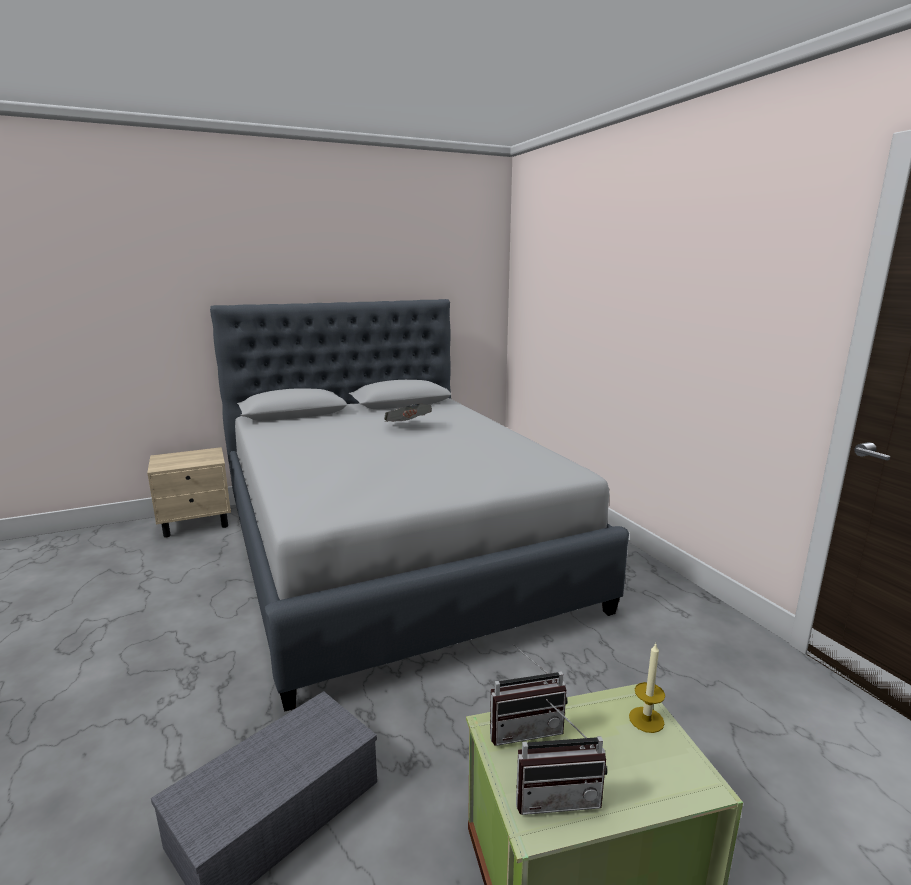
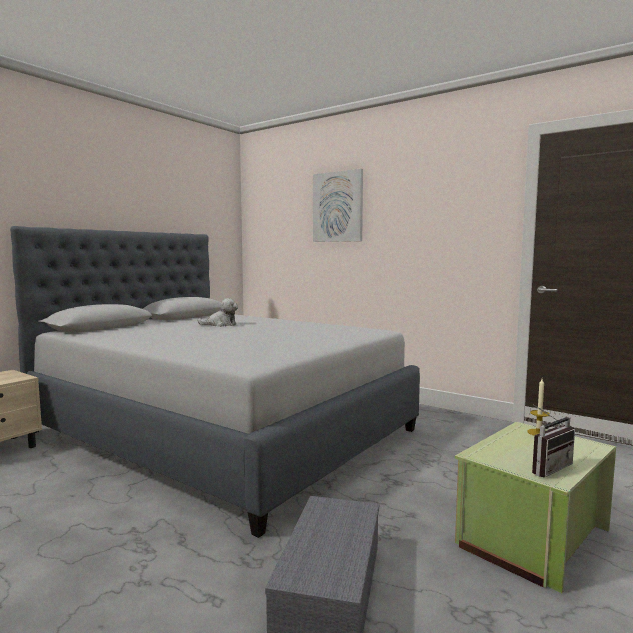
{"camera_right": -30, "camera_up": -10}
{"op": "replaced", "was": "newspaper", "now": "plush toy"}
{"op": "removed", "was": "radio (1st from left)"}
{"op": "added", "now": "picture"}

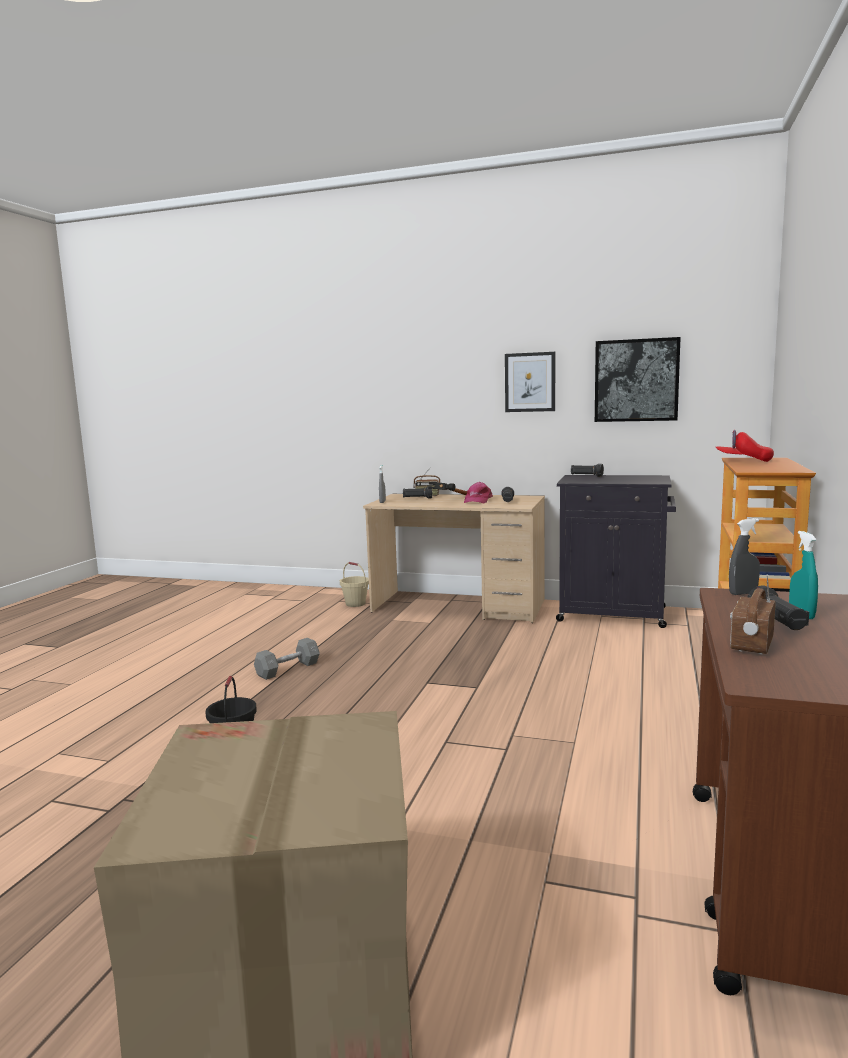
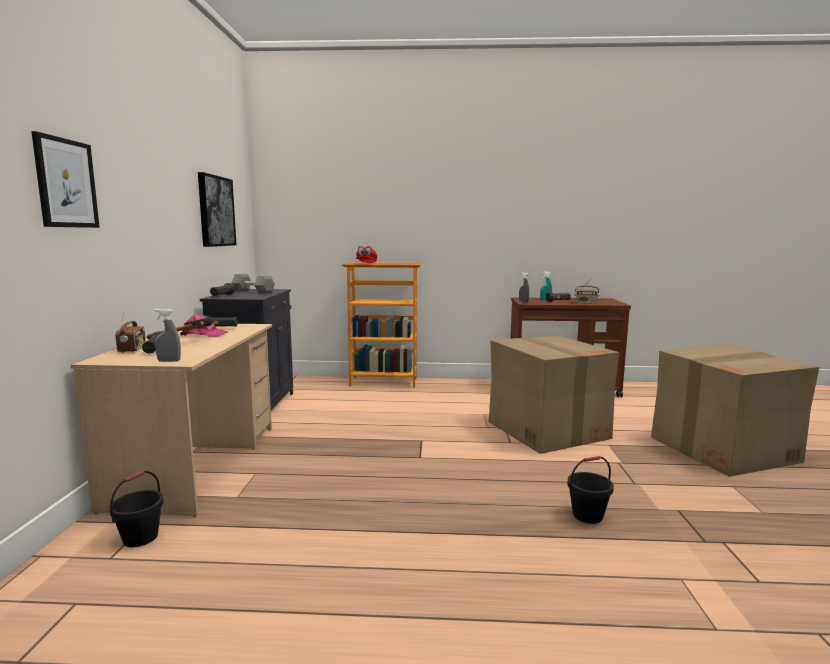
{"camera_right": -105, "camera_up": 0}
{"op": "moved", "was": "picture (1st from left)"}
{"op": "recoloured", "was": "beige bucket", "now": "black bucket (1st from left)"}
{"op": "moved", "was": "grey dumbbell"}
{"op": "added", "now": "cardboard box (1st from left)"}

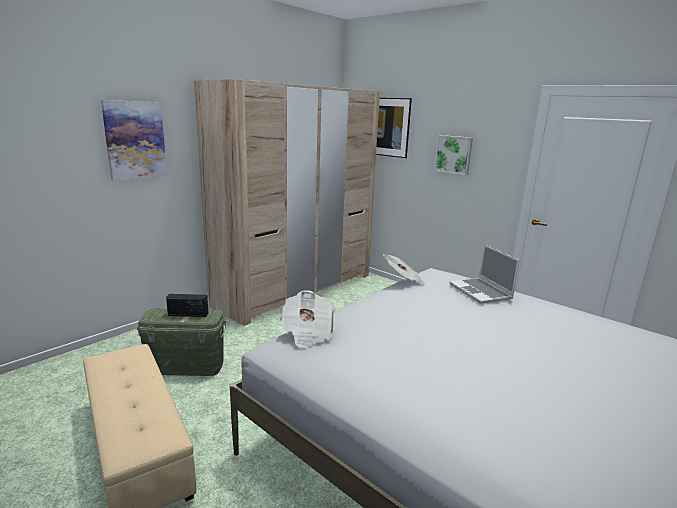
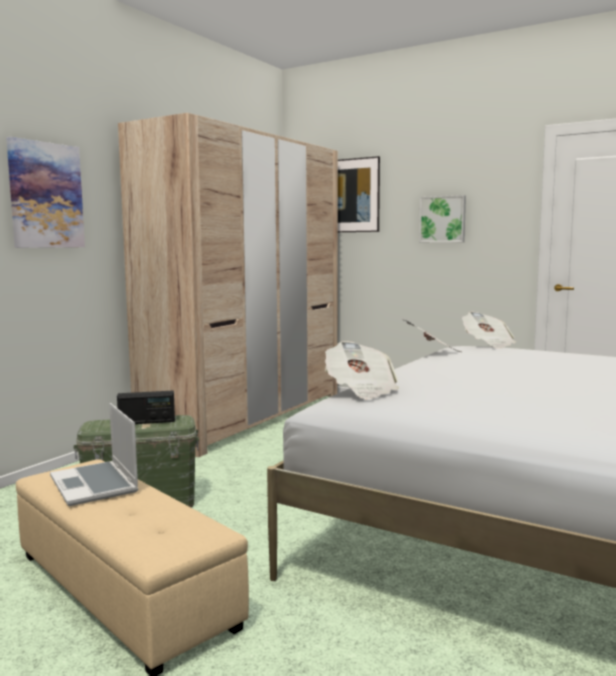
{"camera_right": -10, "camera_up": -10}
{"op": "moved", "was": "laptop"}
{"op": "added", "now": "newspaper (3rd from left)"}

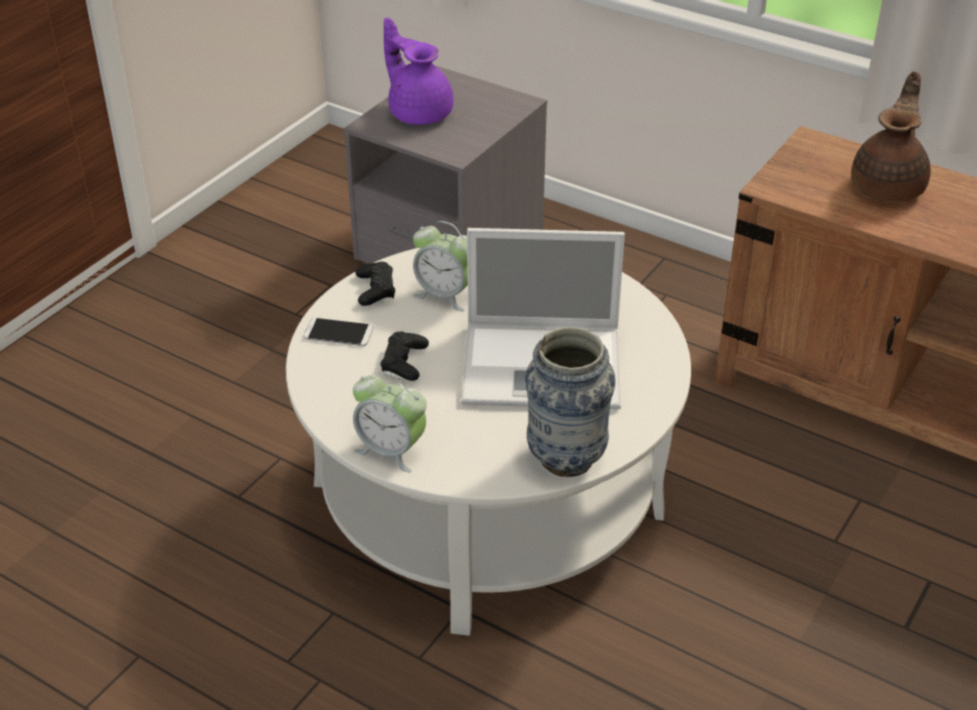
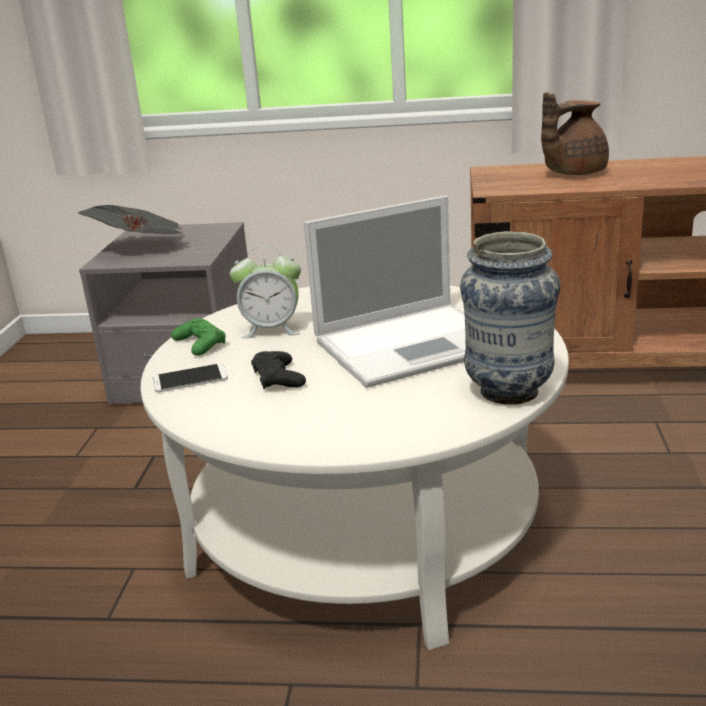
{"camera_right": -25, "camera_up": -15}
{"op": "replaced", "was": "purple teapot", "now": "newspaper"}
{"op": "turned", "was": "brown teapot", "clockwise": -120}
{"op": "recoloured", "was": "black game controller (1st from left)", "now": "green game controller"}
{"op": "removed", "was": "alarm clock (1st from left)"}

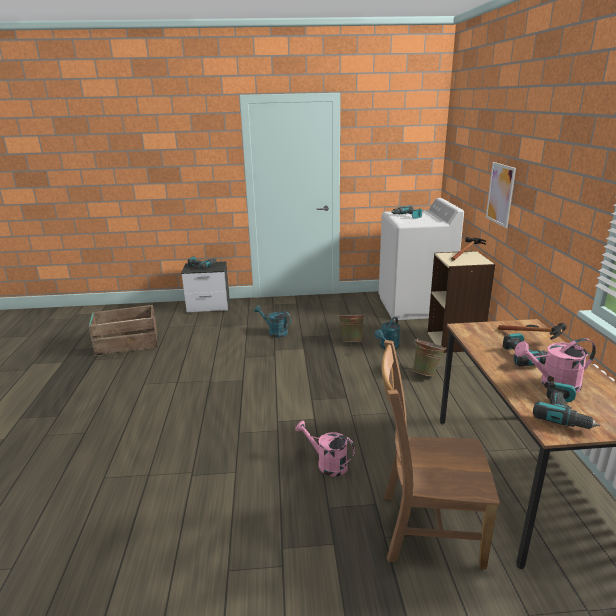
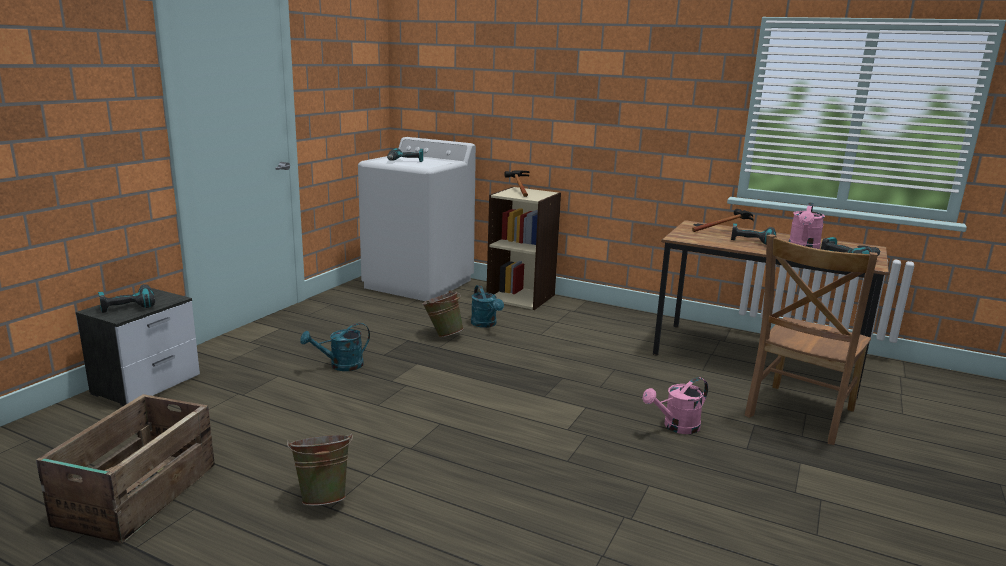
{"camera_right": -60, "camera_up": -5}
{"op": "removed", "was": "picture"}
{"op": "moved", "was": "green bucket (2nd from left in the first image)", "now": "green bucket (1st from left)"}

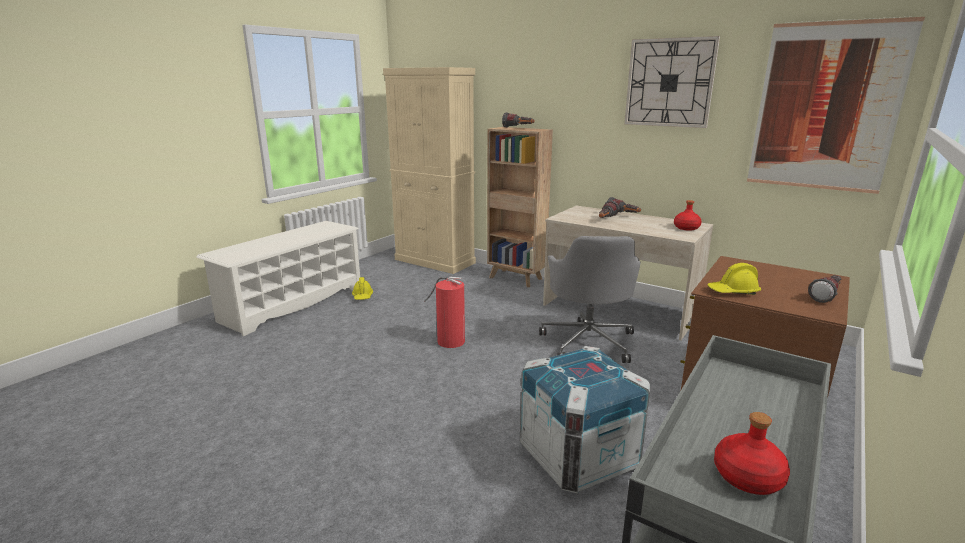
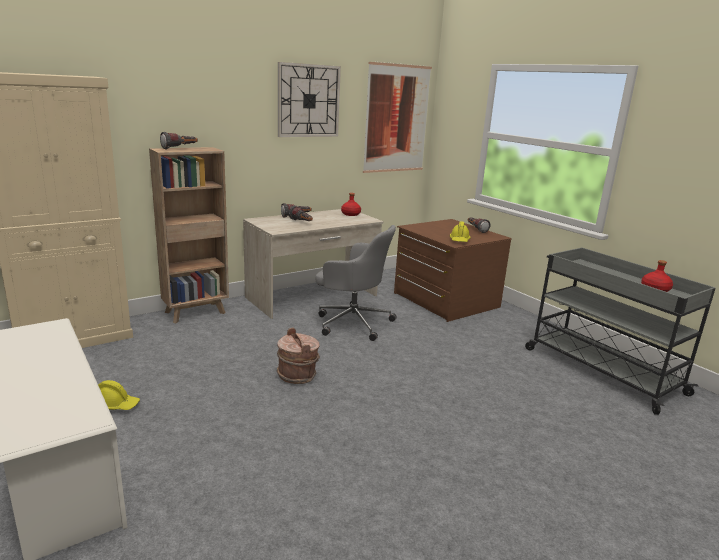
{"camera_right": -70, "camera_up": 0}
{"op": "replaced", "was": "fire extinguisher", "now": "brown bucket"}
{"op": "removed", "was": "crate"}

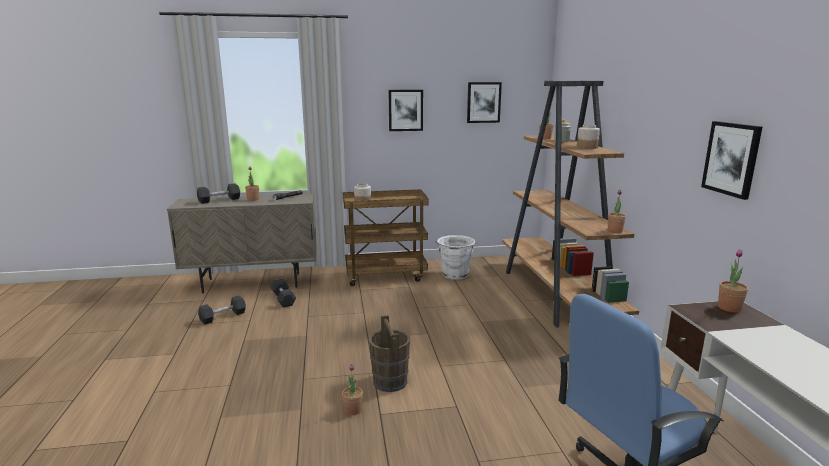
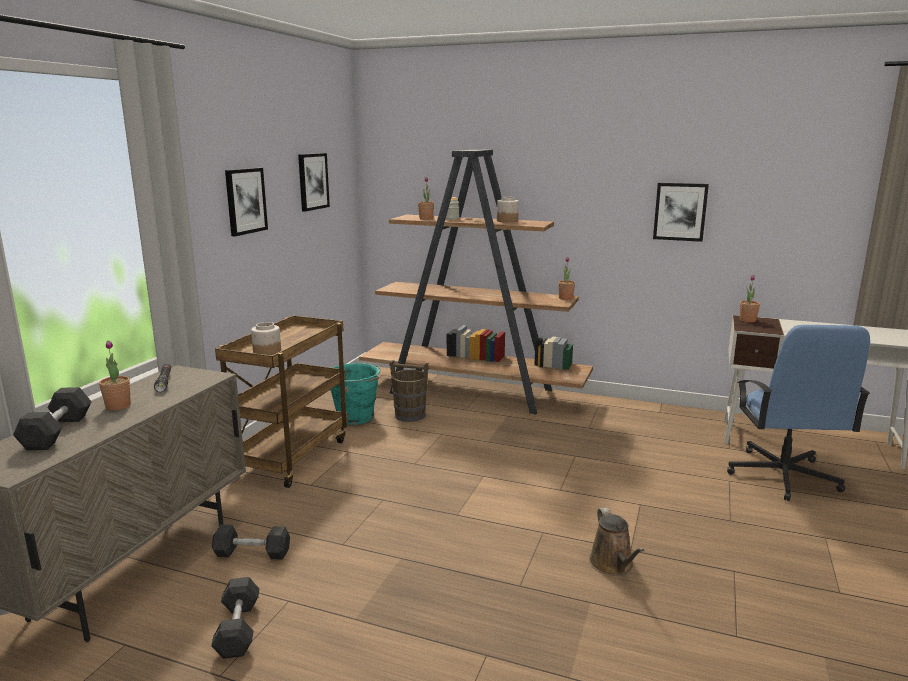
{"camera_right": -60, "camera_up": 0}
{"op": "recoloured", "was": "white bucket", "now": "turquoise bucket"}
{"op": "moved", "was": "brown bucket"}
{"op": "replaced", "was": "potted plant (2nd from left)", "now": "brown watering can"}

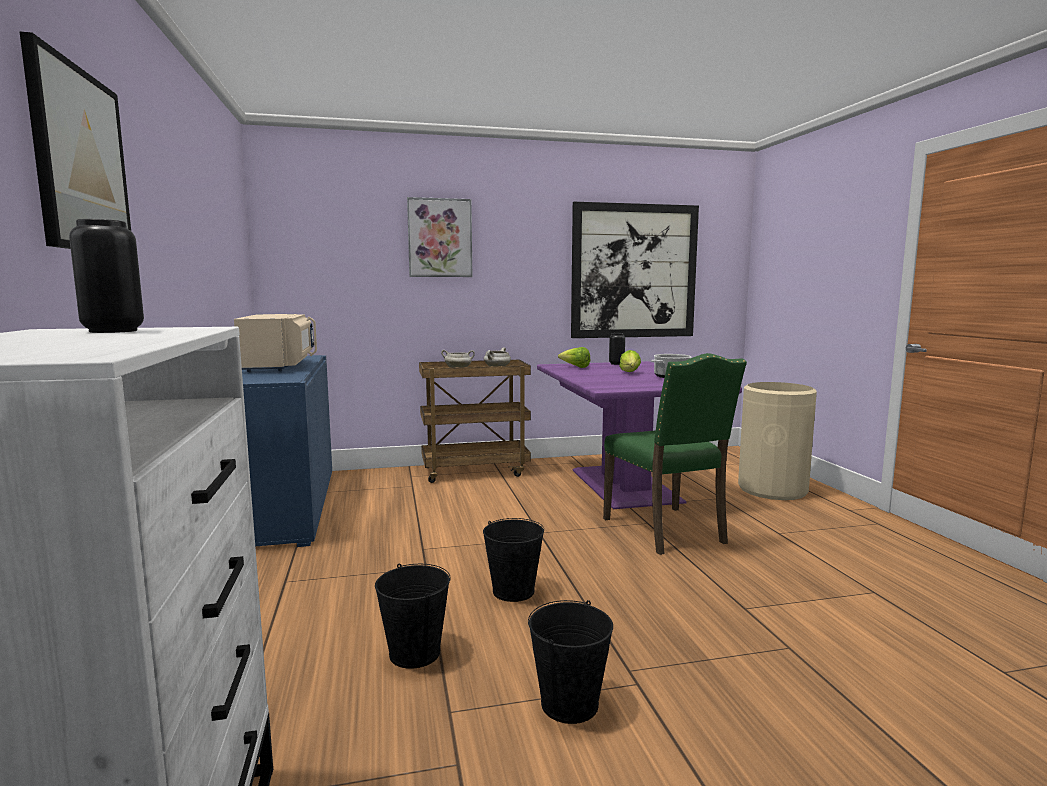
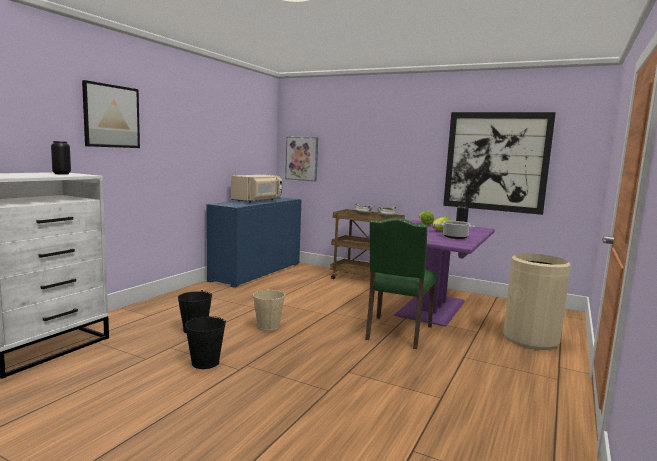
{"camera_right": 40, "camera_up": 0}
{"op": "moved", "was": "picture (2nd from left)"}
{"op": "recoloured", "was": "black bucket (2nd from left)", "now": "beige bucket"}

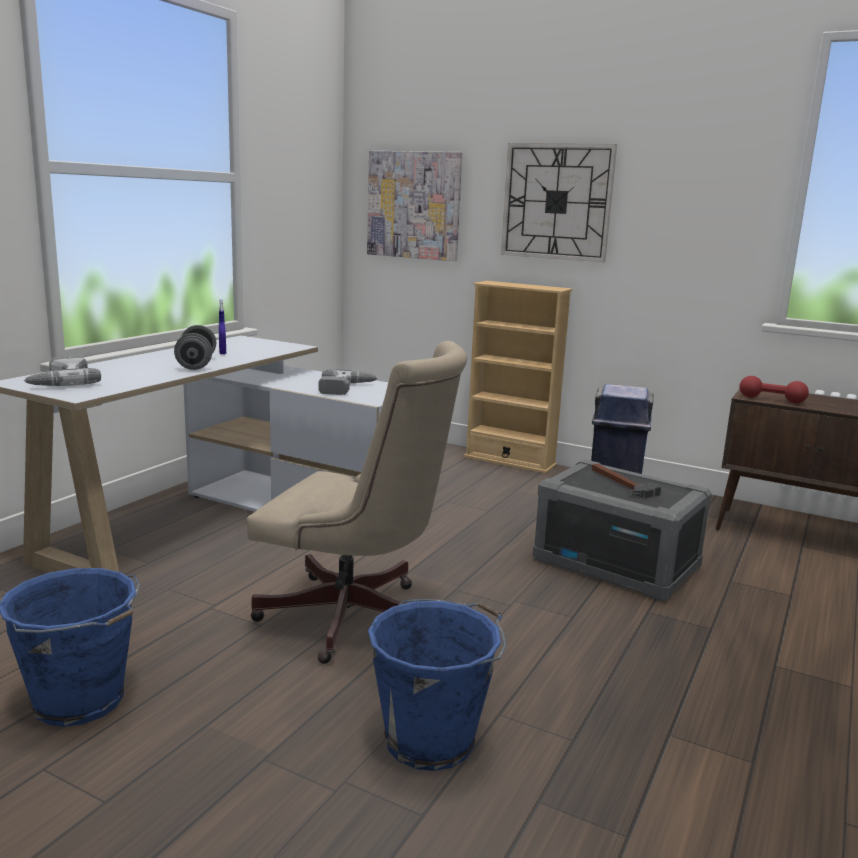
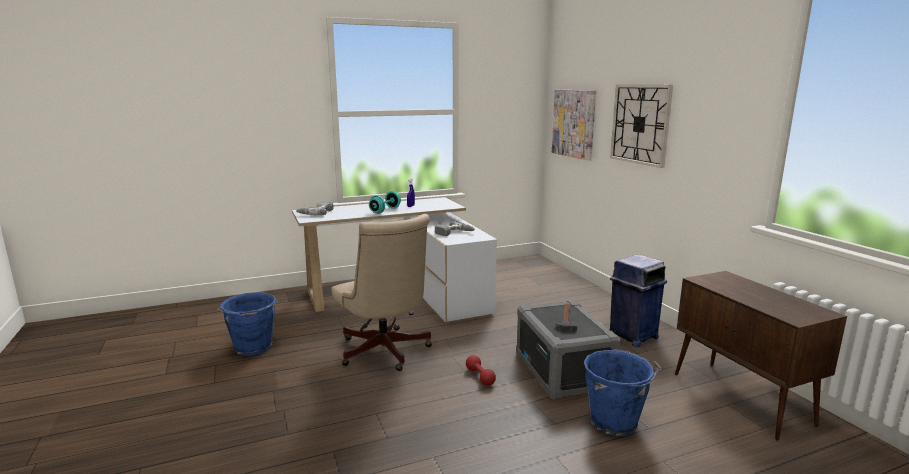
{"camera_right": 40, "camera_up": 0}
{"op": "removed", "was": "beige bookcase"}
{"op": "recoloured", "was": "grey dumbbell", "now": "turquoise dumbbell"}
{"op": "moved", "was": "red dumbbell"}
{"op": "moved", "was": "blue bucket (2nd from left)"}

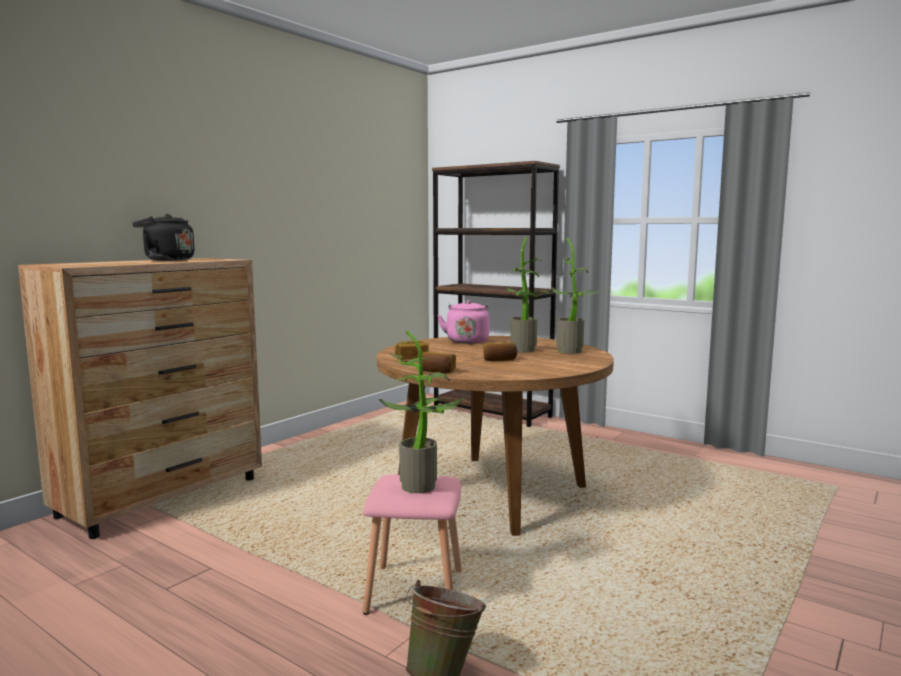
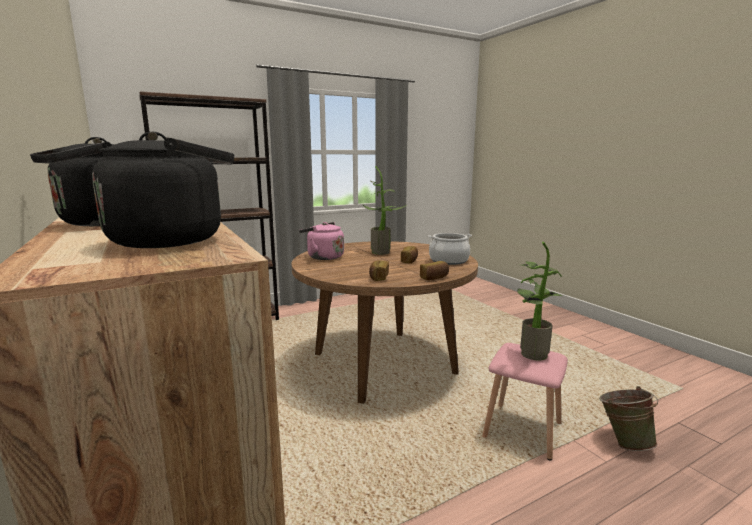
{"camera_right": -65, "camera_up": 5}
{"op": "removed", "was": "potted plant (3rd from left)"}
{"op": "added", "now": "black kettle (2nd from left)"}
{"op": "added", "now": "cooking pot"}

